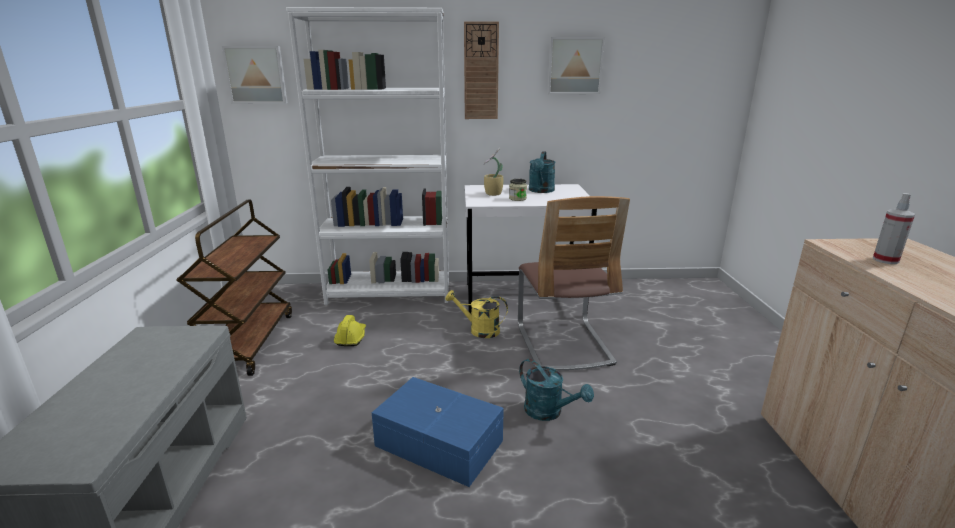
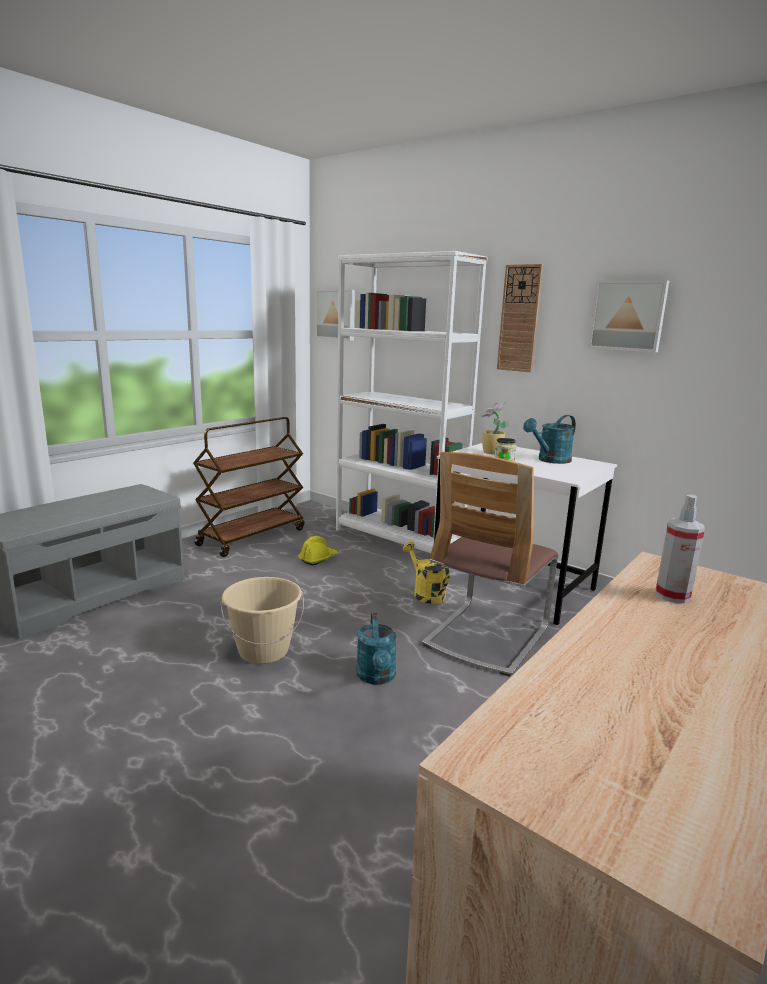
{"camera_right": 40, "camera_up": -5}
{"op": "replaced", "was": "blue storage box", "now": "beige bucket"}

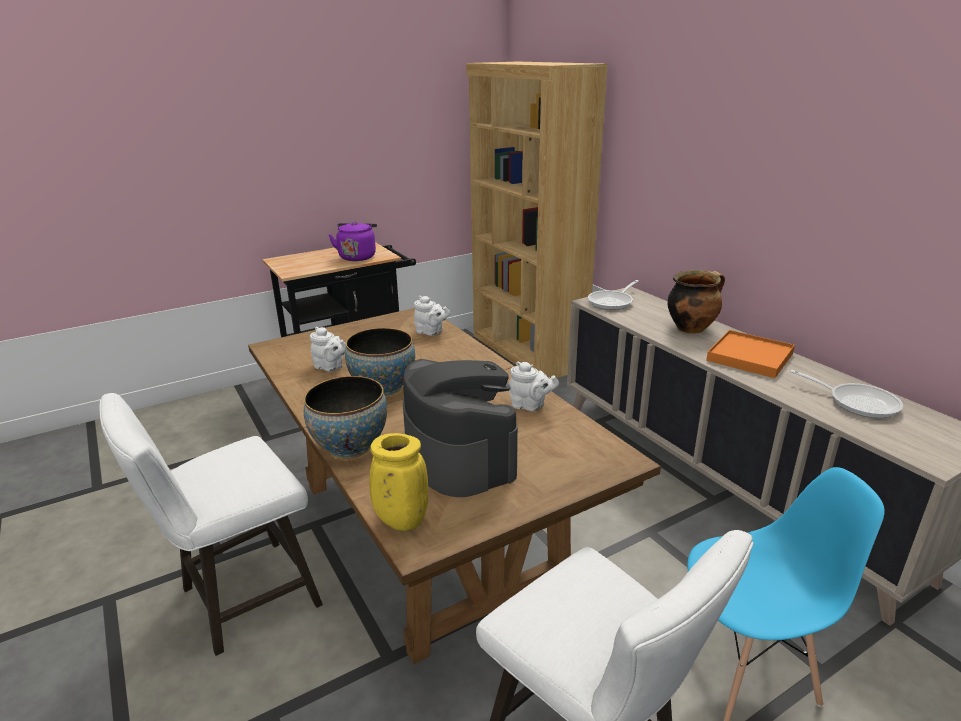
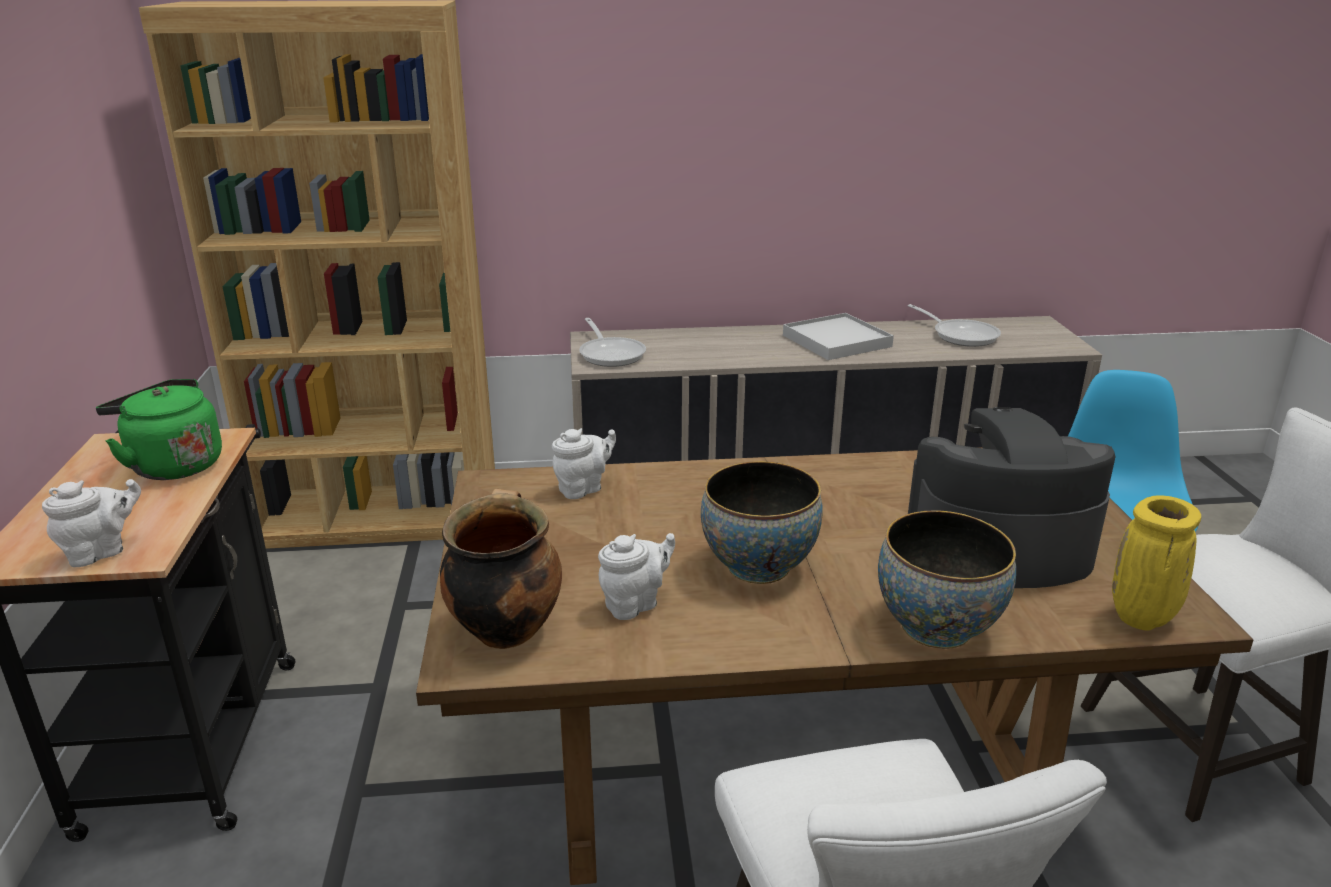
{"camera_right": -65, "camera_up": 0}
{"op": "recoloured", "was": "purple kettle", "now": "green kettle"}
{"op": "moved", "was": "cooking pot"}
{"op": "recoloured", "was": "orange tray", "now": "white tray"}
{"op": "moved", "was": "white teapot (3rd from left in the first image)", "now": "white teapot (1st from left)"}
{"op": "turned", "was": "frying pan (2nd from left)", "clockwise": 75}

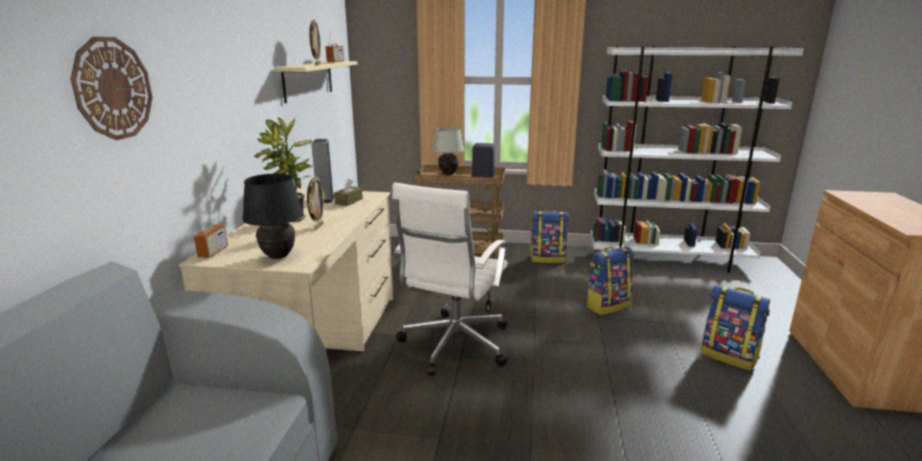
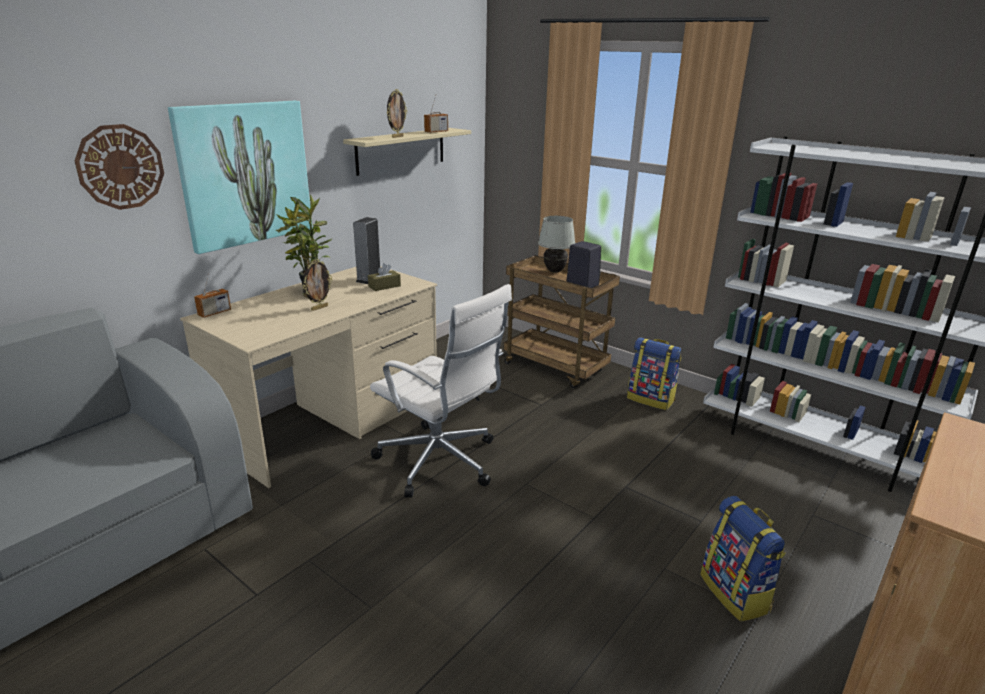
{"camera_right": 30, "camera_up": 5}
{"op": "removed", "was": "black table lamp"}
{"op": "turned", "was": "white office chair", "clockwise": -105}
{"op": "removed", "was": "backpack (2nd from left)"}
{"op": "added", "now": "picture"}

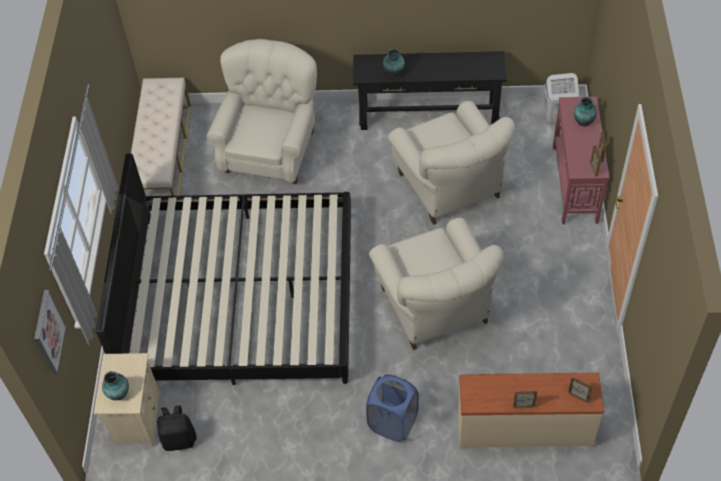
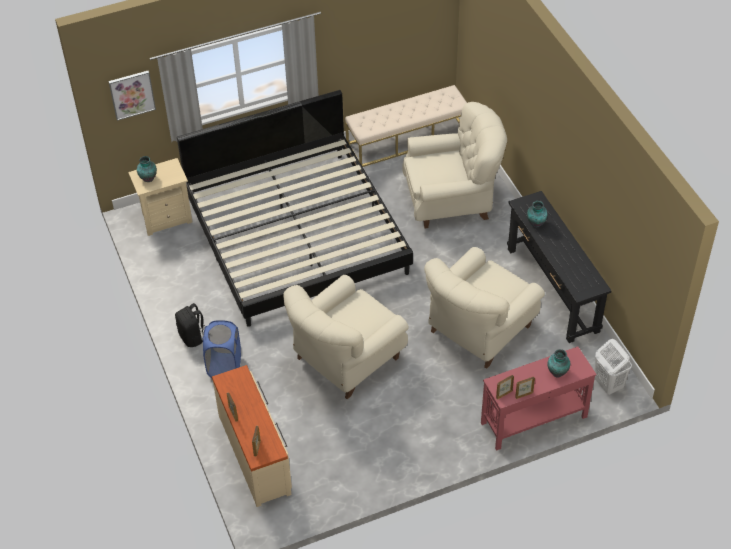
{"camera_right": 65, "camera_up": -5}
{"op": "moved", "was": "black backpack"}

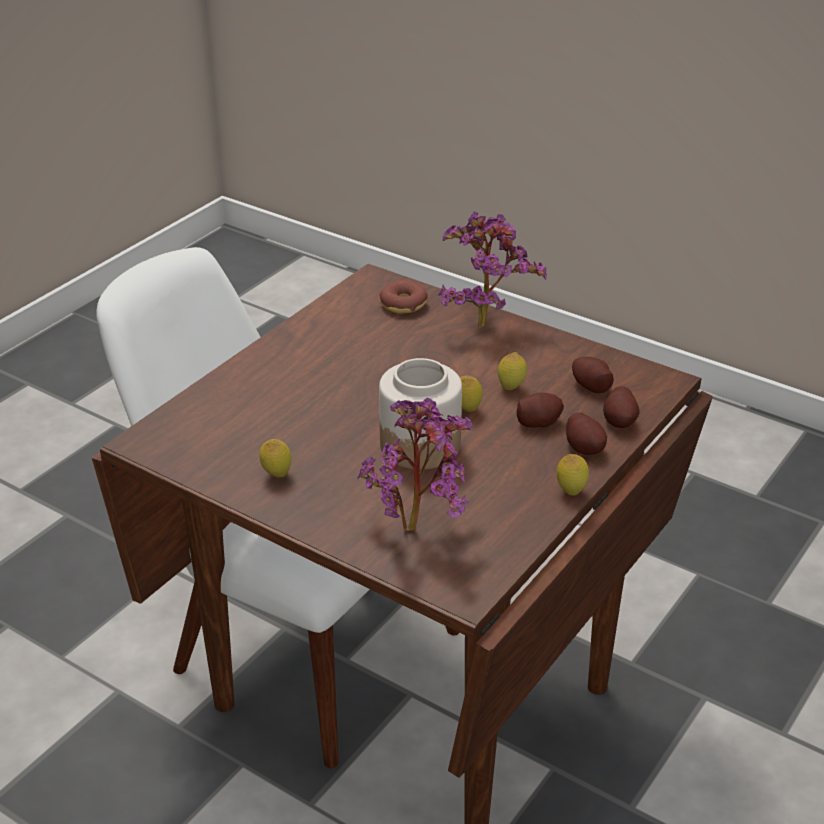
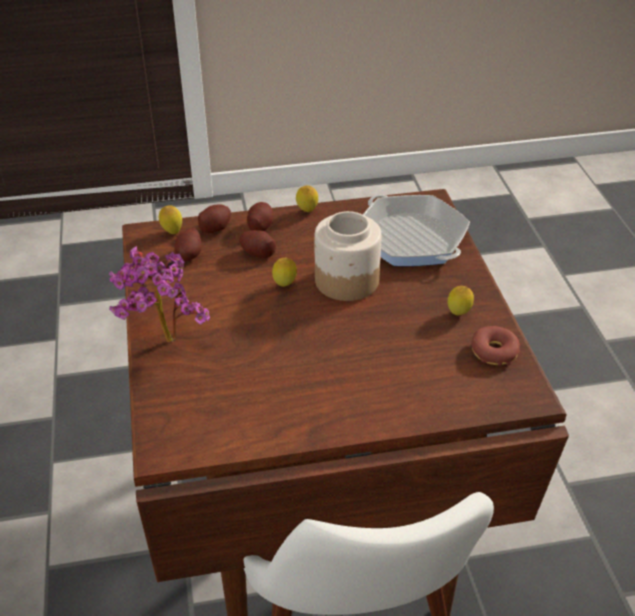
{"camera_right": -135, "camera_up": 5}
{"op": "moved", "was": "donut"}
{"op": "moved", "was": "lemon (3rd from left in the first image)", "now": "lemon (1st from left)"}
{"op": "replaced", "was": "potted plant (1st from left)", "now": "frying pan"}

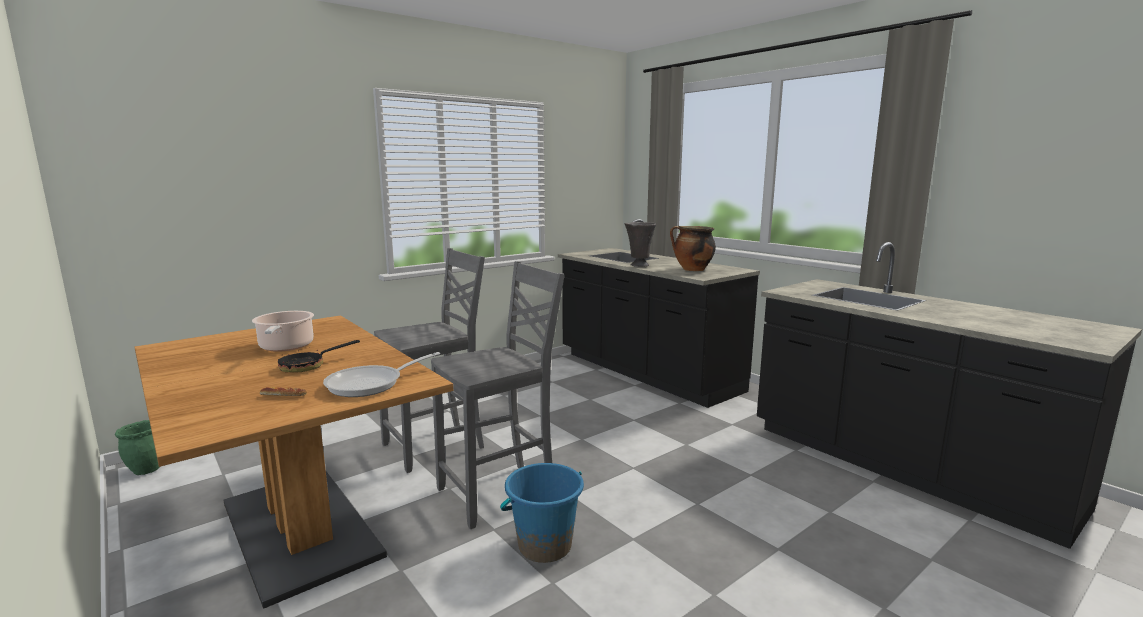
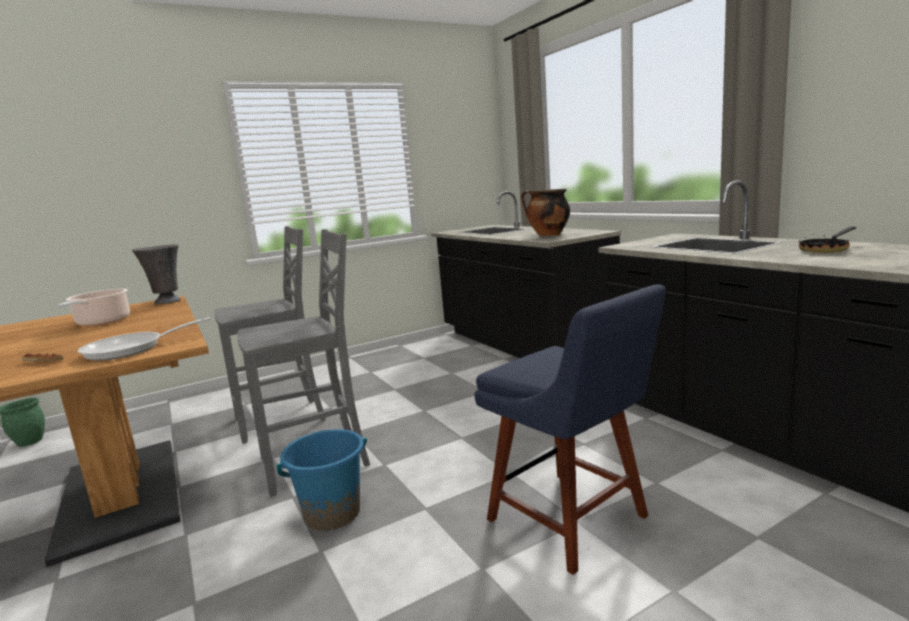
{"camera_right": 10, "camera_up": 0}
{"op": "moved", "was": "grey vase"}
{"op": "moved", "was": "frying pan (1st from left in the first image)", "now": "frying pan (2nd from left)"}
{"op": "added", "now": "blue chair"}

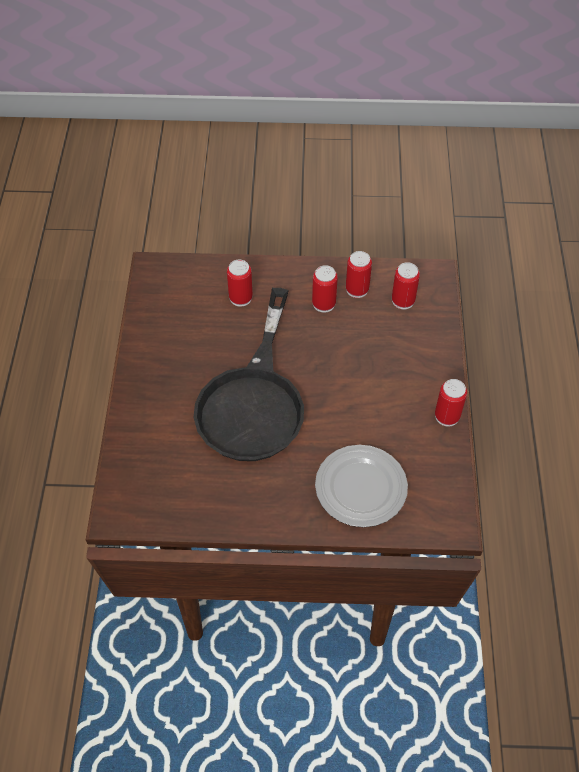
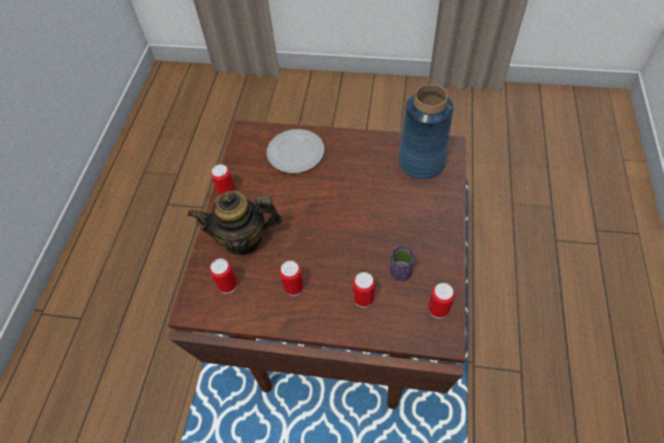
{"camera_right": -170, "camera_up": 0}
{"op": "moved", "was": "can (3rd from left in the first image)", "now": "can (5th from left)"}
{"op": "removed", "was": "black frying pan"}
{"op": "added", "now": "blue vase"}
{"op": "added", "now": "teapot"}
{"op": "added", "now": "purple cup"}

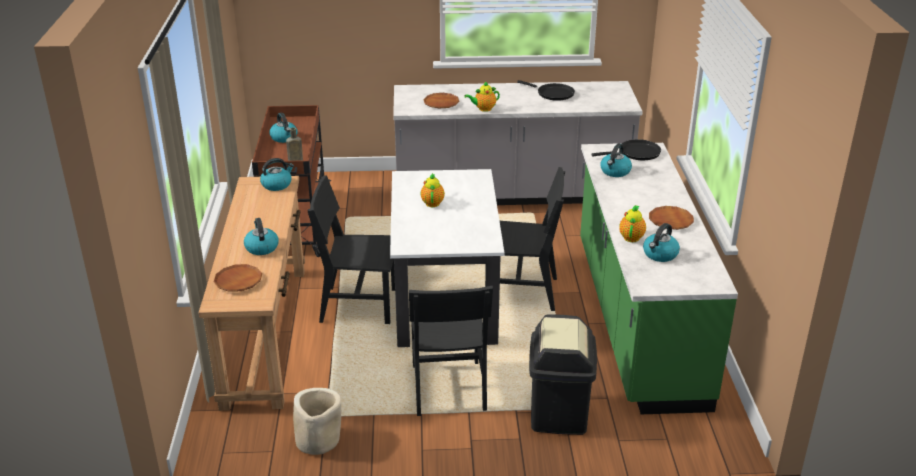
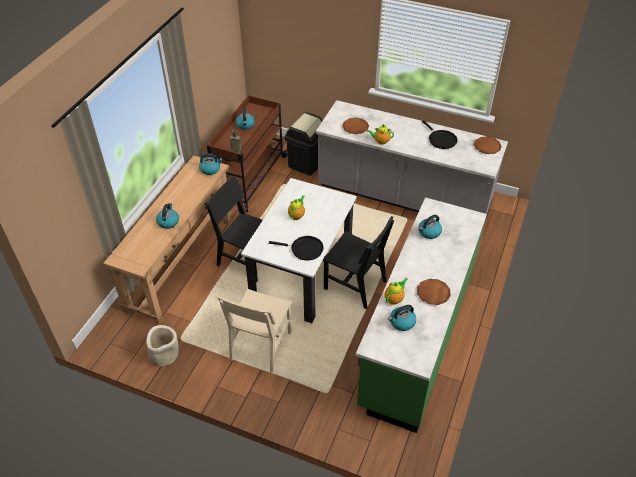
{"camera_right": 25, "camera_up": 15}
{"op": "moved", "was": "black frying pan (2nd from left in the first image)", "now": "black frying pan (1st from left)"}
{"op": "moved", "was": "brown plate (1st from left in the first image)", "now": "brown plate (3rd from left)"}
{"op": "recoloured", "was": "black chair (2nd from left)", "now": "beige chair"}
{"op": "moved", "was": "black trash can"}

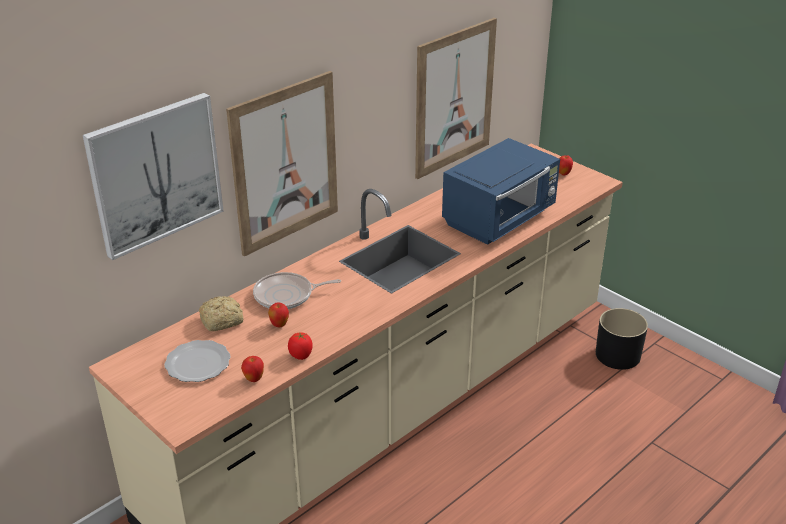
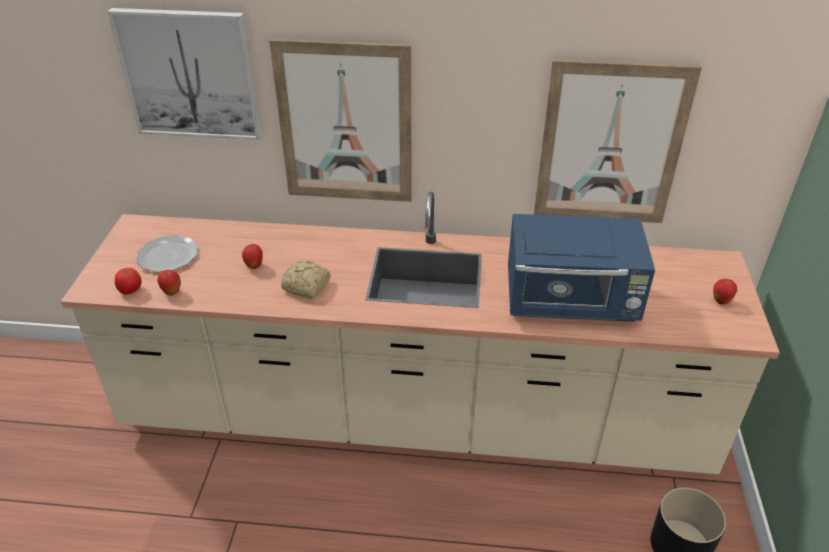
{"camera_right": 50, "camera_up": 5}
{"op": "removed", "was": "frying pan"}
{"op": "moved", "was": "bread"}
{"op": "moved", "was": "tomato"}

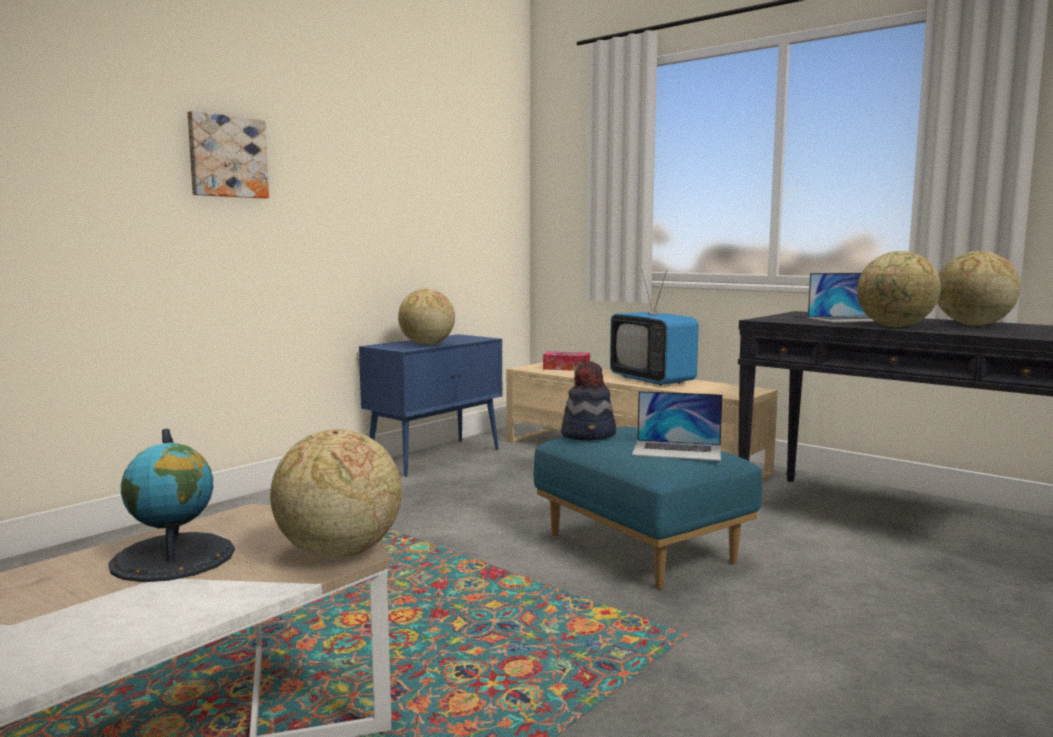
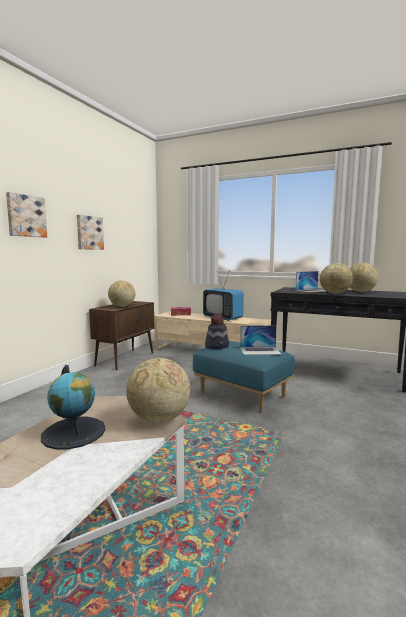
{"camera_right": -15, "camera_up": 0}
{"op": "recoloured", "was": "blue cabinet", "now": "brown cabinet"}
{"op": "added", "now": "picture (2nd from left)"}

